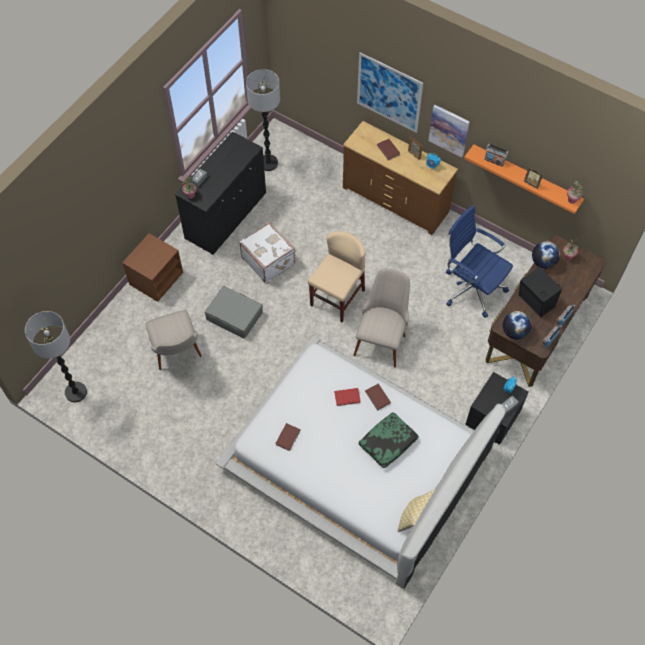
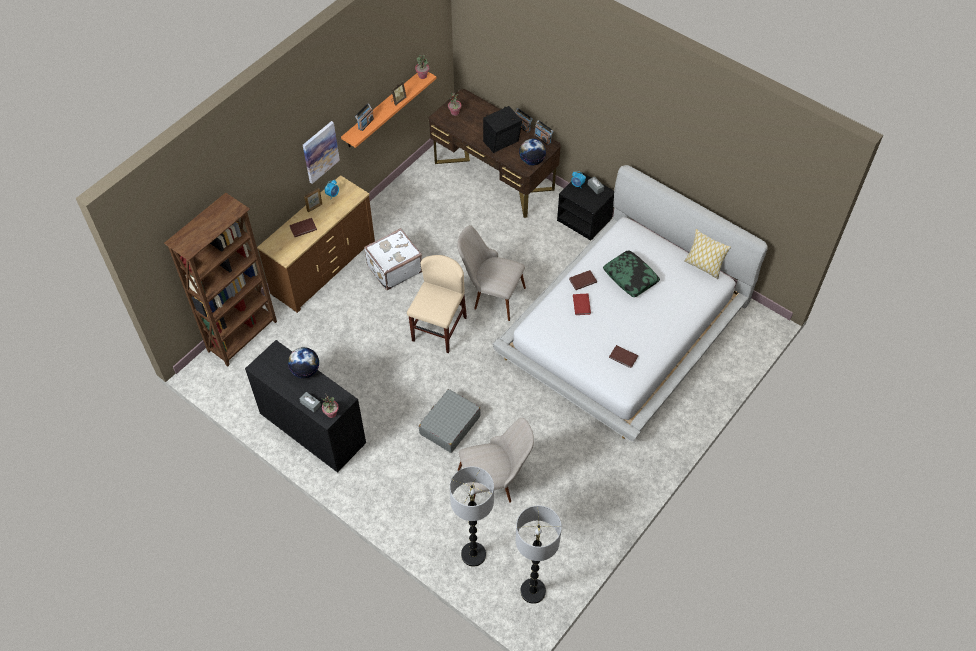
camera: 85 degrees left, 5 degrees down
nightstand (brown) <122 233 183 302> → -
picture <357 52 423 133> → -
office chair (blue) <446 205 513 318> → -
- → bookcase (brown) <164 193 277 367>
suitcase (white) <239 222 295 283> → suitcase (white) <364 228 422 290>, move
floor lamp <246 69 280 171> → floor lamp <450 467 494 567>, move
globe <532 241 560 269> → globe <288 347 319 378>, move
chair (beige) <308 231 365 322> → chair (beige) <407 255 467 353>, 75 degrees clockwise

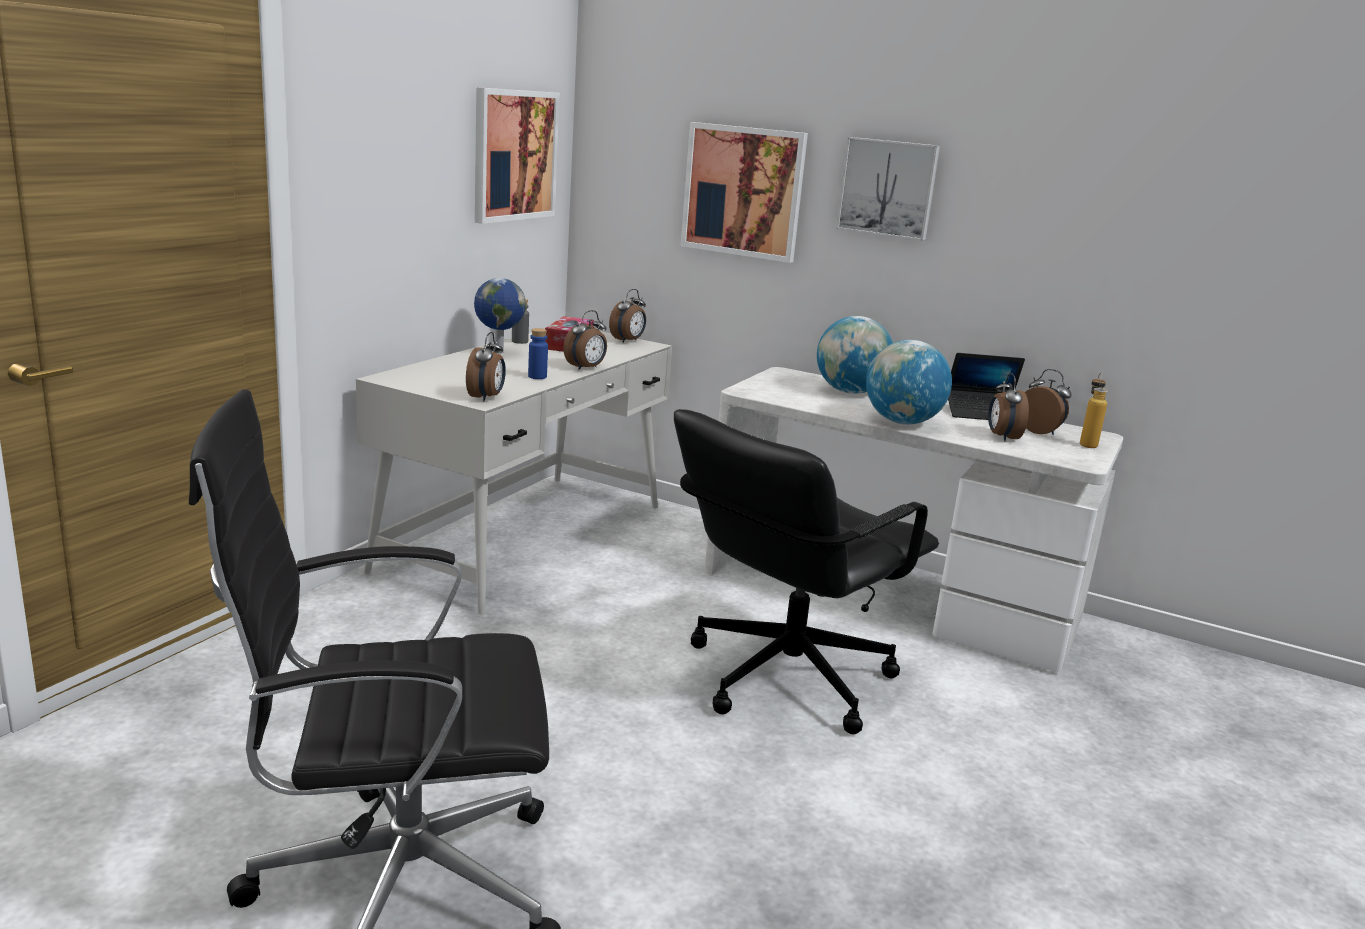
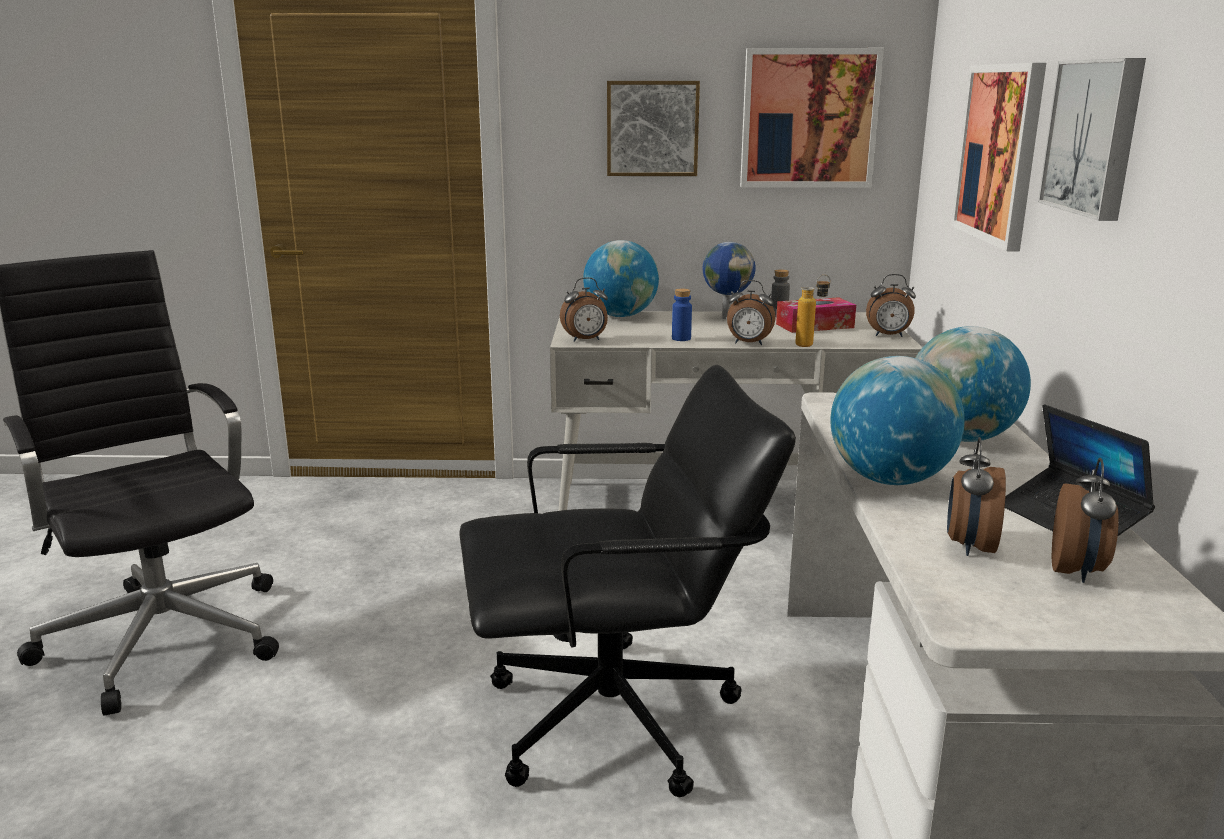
camera: 65 degrees right, 0 degrees up
- → globe <583 240 659 317>
- → picture <607 81 700 176>
bottle <1080 373 1108 448> → bottle <795 274 830 347>, move
office chair (black) <674 409 939 735> → office chair (black) <460 365 796 797>, 150 degrees clockwise
alarm clock <988 373 1029 441> → alarm clock <947 437 1006 556>, 45 degrees counterclockwise

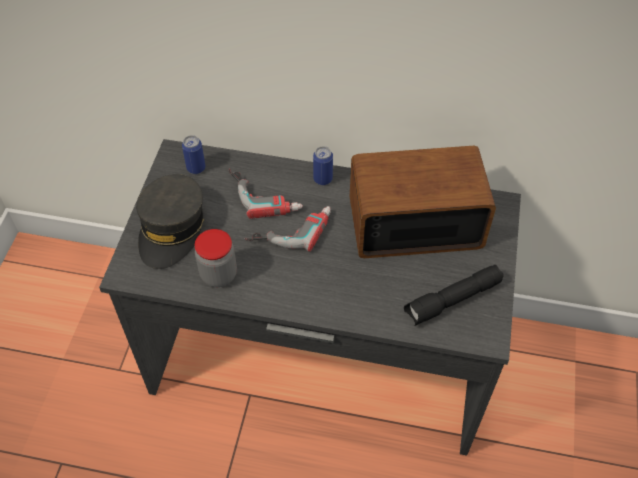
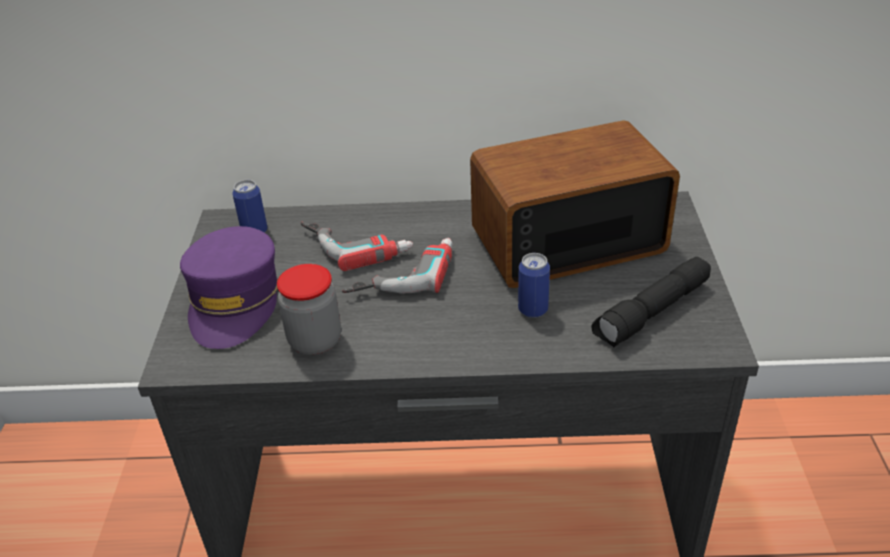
camera: 10 degrees left, 15 degrees down
can <313 146 333 185> → can <518 253 550 318>, move
cap (grey) <136 174 204 269> → cap (purple) <180 226 277 349>

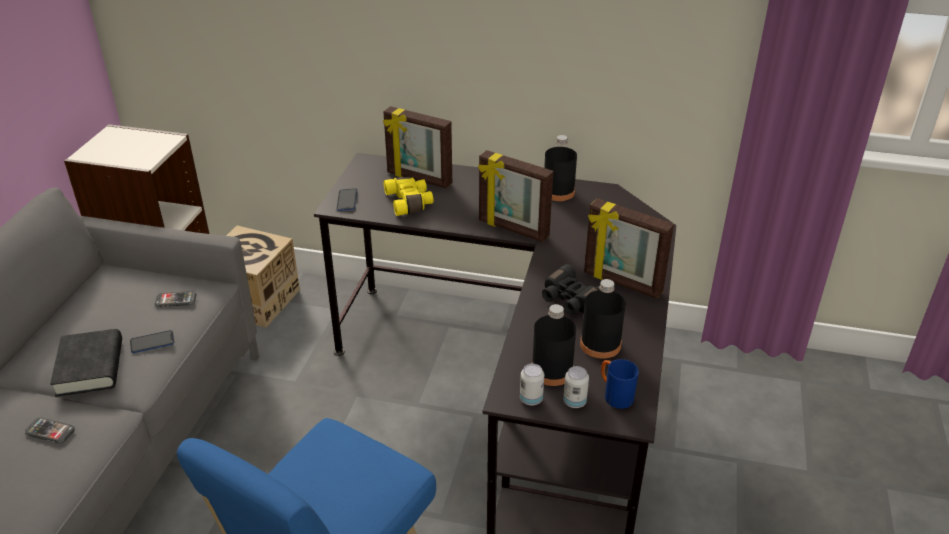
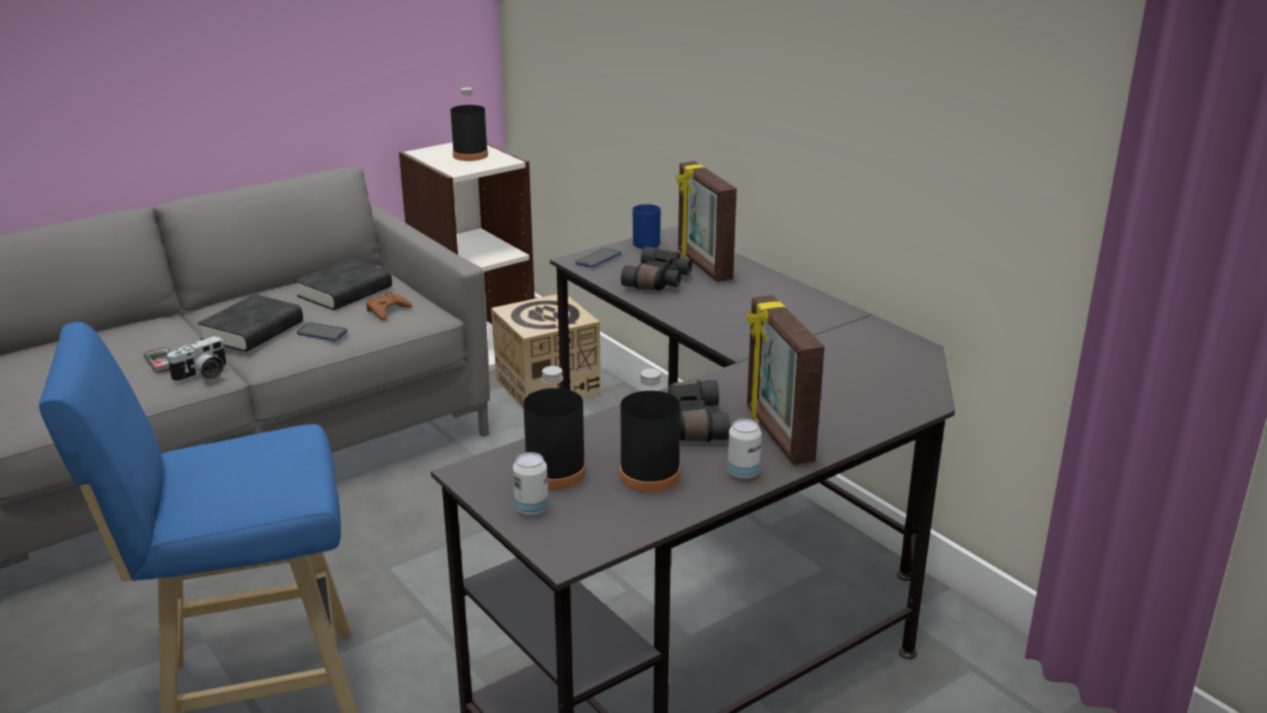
camera: 40 degrees right, 10 degrees down
picture frame <478 150 553 242> → -
- → photo camera <167 336 227 382>
- → book (black) <295 258 392 310>
can <520 364 544 405> → can <727 419 761 479>, move
bottle (black) <544 135 577 201> → bottle (black) <451 88 488 161>, move
mug (blue) <601 359 639 409> → mug (blue) <633 204 661 249>, move
phone <155 291 197 307> → game controller (brown) <366 292 412 320>
binoculars (yellow) <383 177 433 216> → binoculars (black) <621 247 692 290>

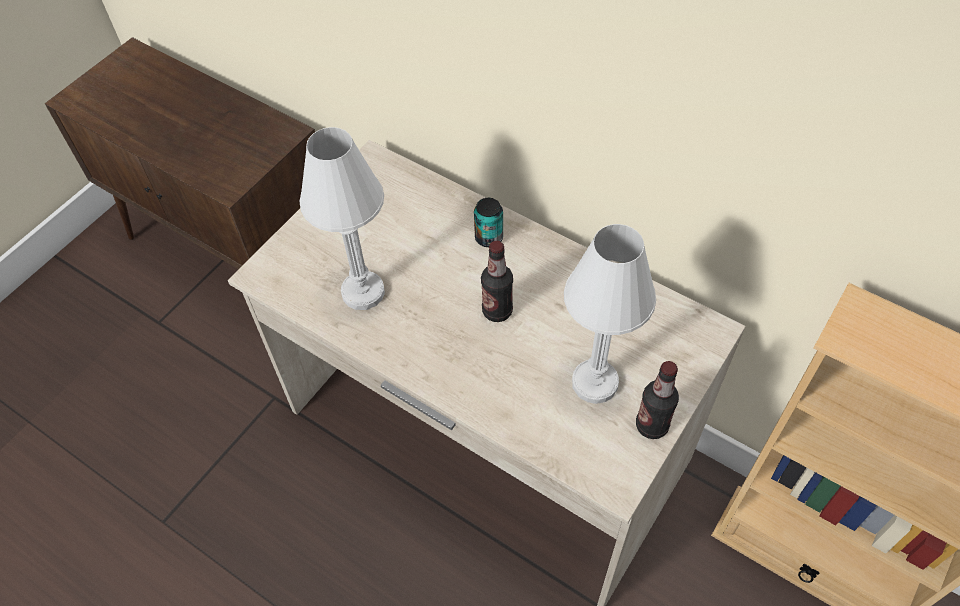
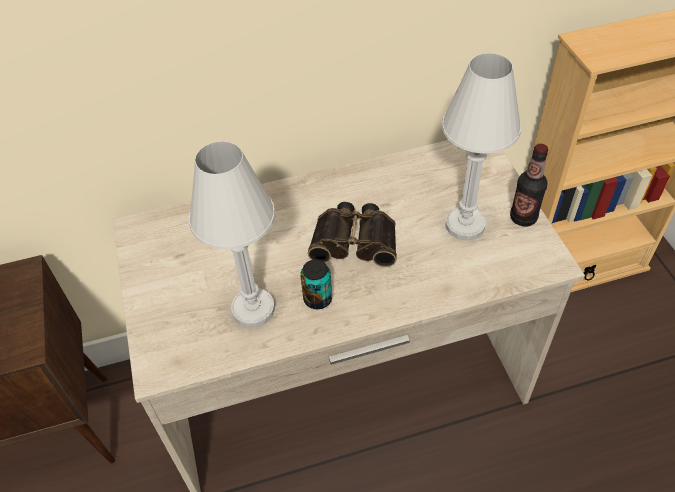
camera: 50 degrees left, 5 degrees down
can <474 198 503 247> → can <300 259 332 309>, move
bottle <481 241 513 322> → binoculars <308 202 397 267>

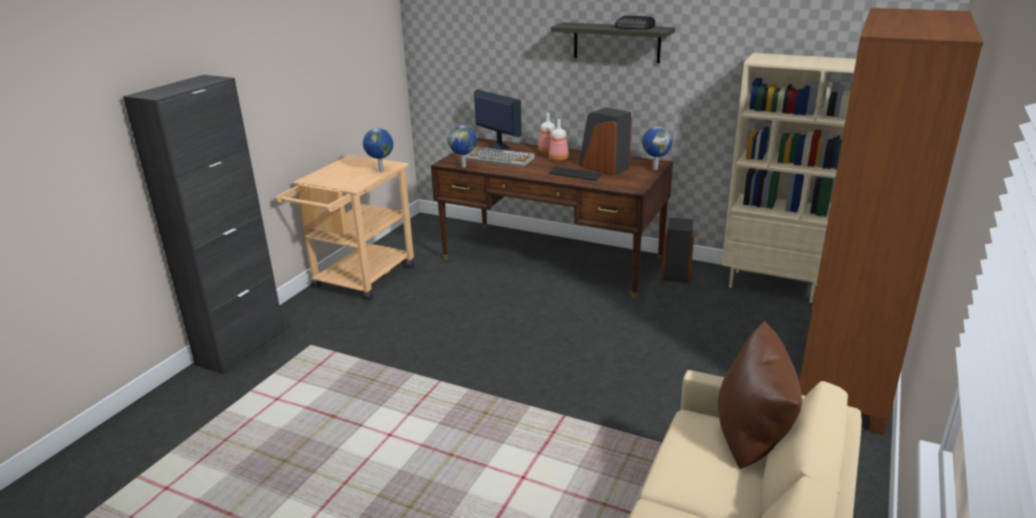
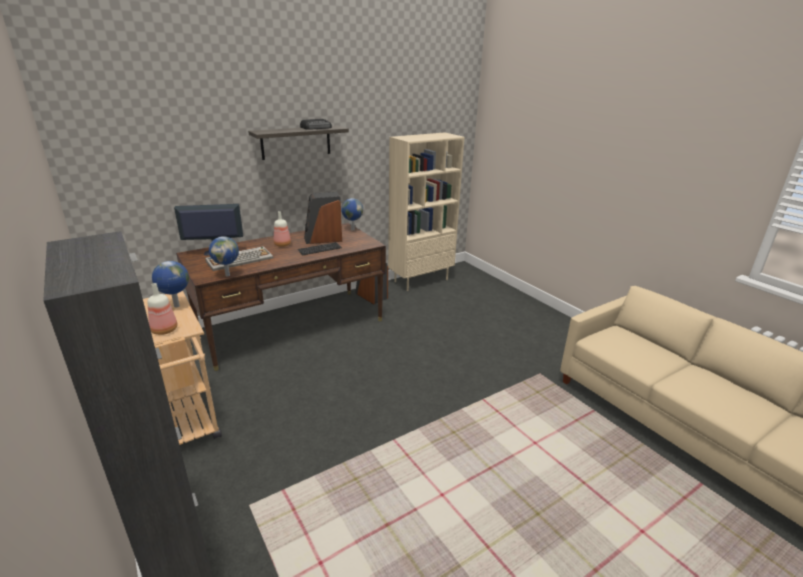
camera: 60 degrees left, 0 degrees up
pillow (brown) <718 320 802 469> → -
bookcase (brown) <799 8 983 435> → -
bottle <538 112 555 154> → bottle <147 283 177 335>, move

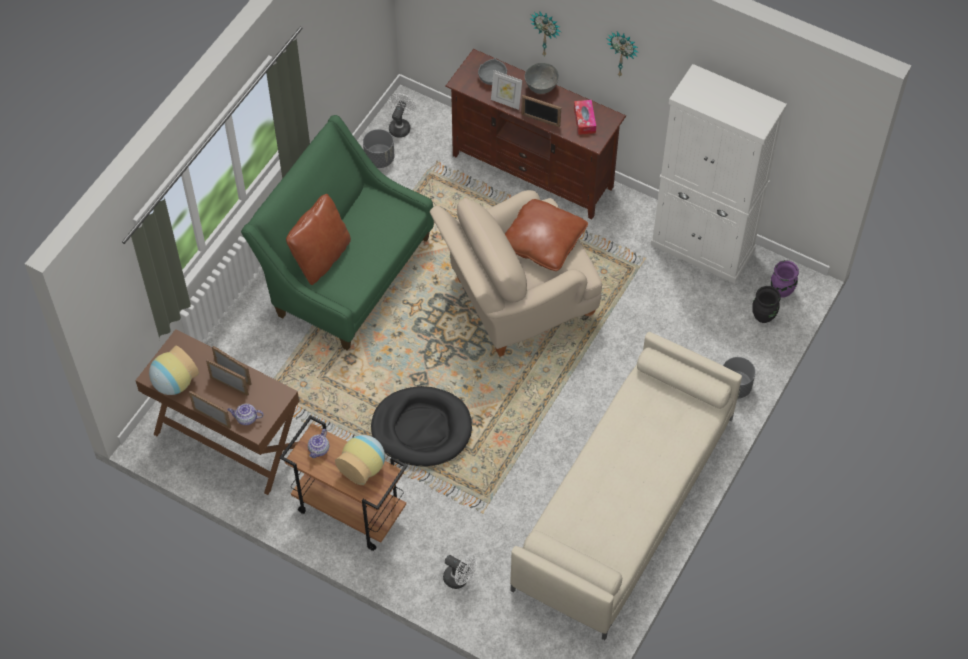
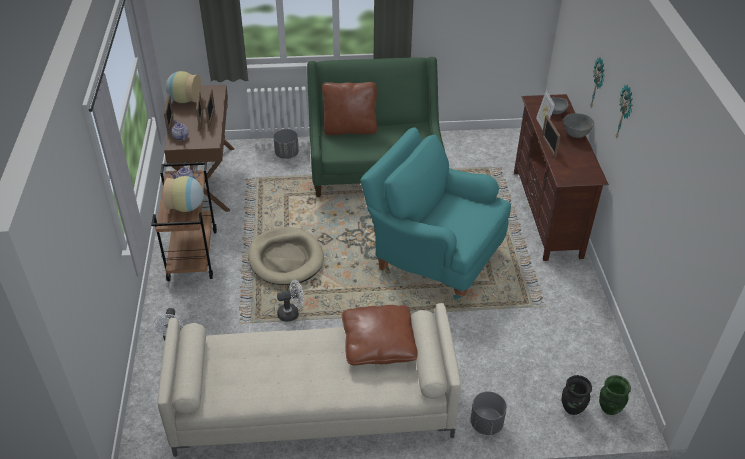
camera: 55 degrees right, 15 degrees down
tissue box <574 100 596 135> → -
cabinet (white) <650 64 787 284> → -
planter (grey) <363 129 395 168> → planter (grey) <274 129 299 159>, move
fan (white) <389 93 416 138> → fan (white) <277 280 304 322>, move
pillow (brown) <505 199 588 271> → pillow (brown) <342 305 418 365>, move
dog bed (black) <371 386 472 467> → dog bed (beige) <248 227 324 285>
armchair (beige) <430 190 602 357> → armchair (turquoise) <360 127 511 299>
vase (purple) <771 260 799 298> → vase (green) <599 375 631 415>

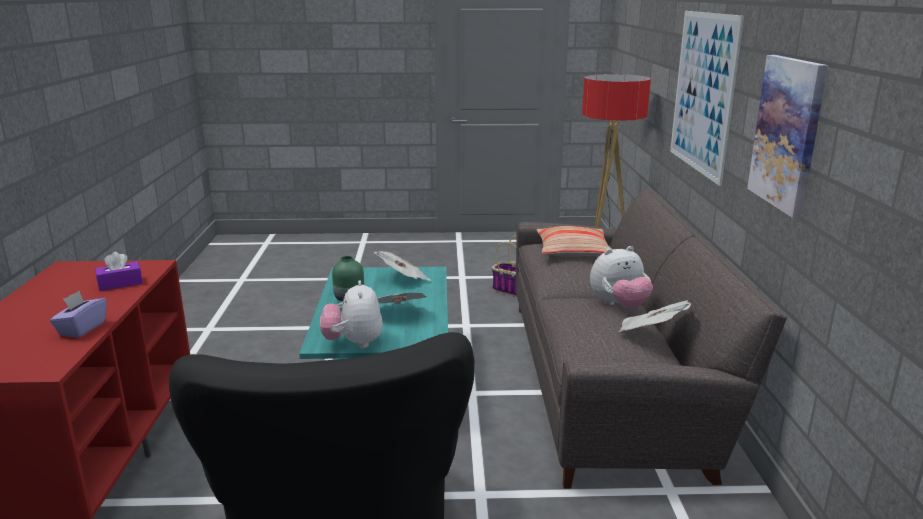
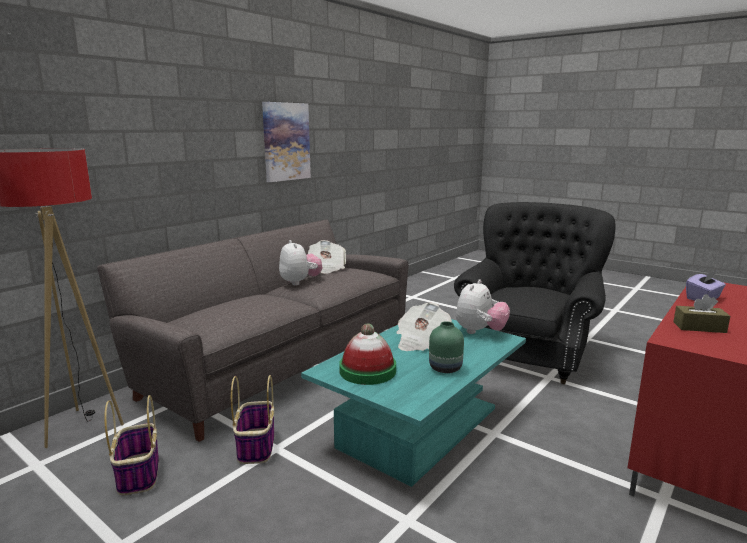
camera: 140 degrees left, 5 degrees down
pillow <537 226 613 257> → -
picture <670 11 744 186> → -
- → basket <231 375 274 464>
newspaper <374 251 431 281> → hat <339 323 396 385>
tissue box (purple) <95 252 143 291> → tissue box (brown) <673 294 730 333>
plush toy <590 246 653 309> → plush toy <279 240 322 285>, 45 degrees clockwise

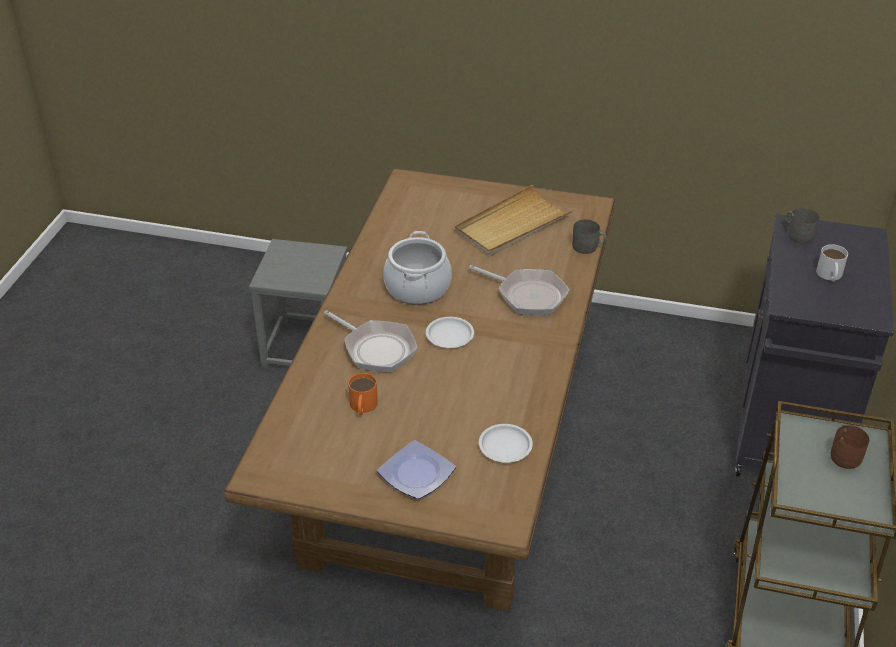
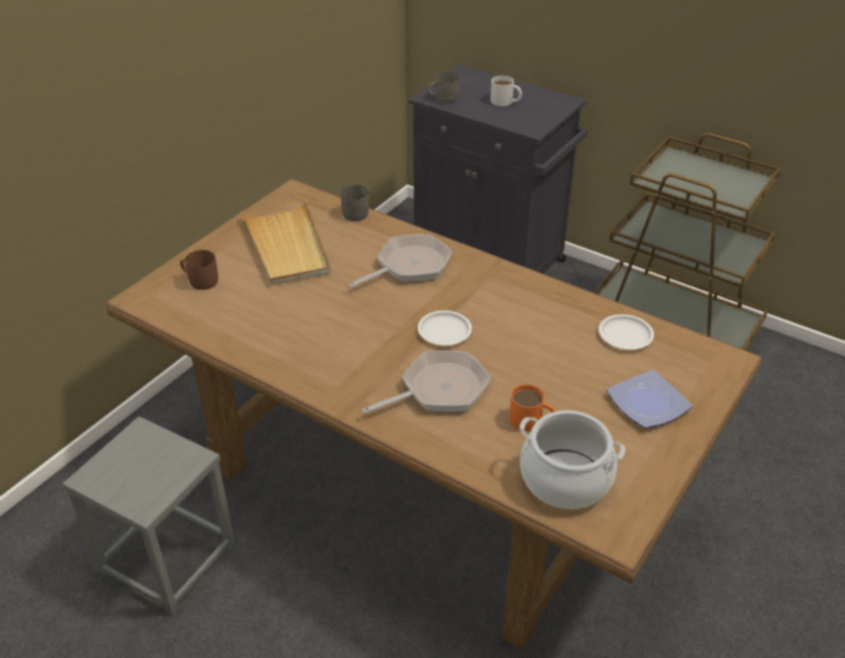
camera: 70 degrees left, 0 degrees up
cooking pot <383 231 452 305> → cooking pot <520 410 626 509>, move
mug (brown) <831 425 869 469> → mug (brown) <180 250 218 290>, move

